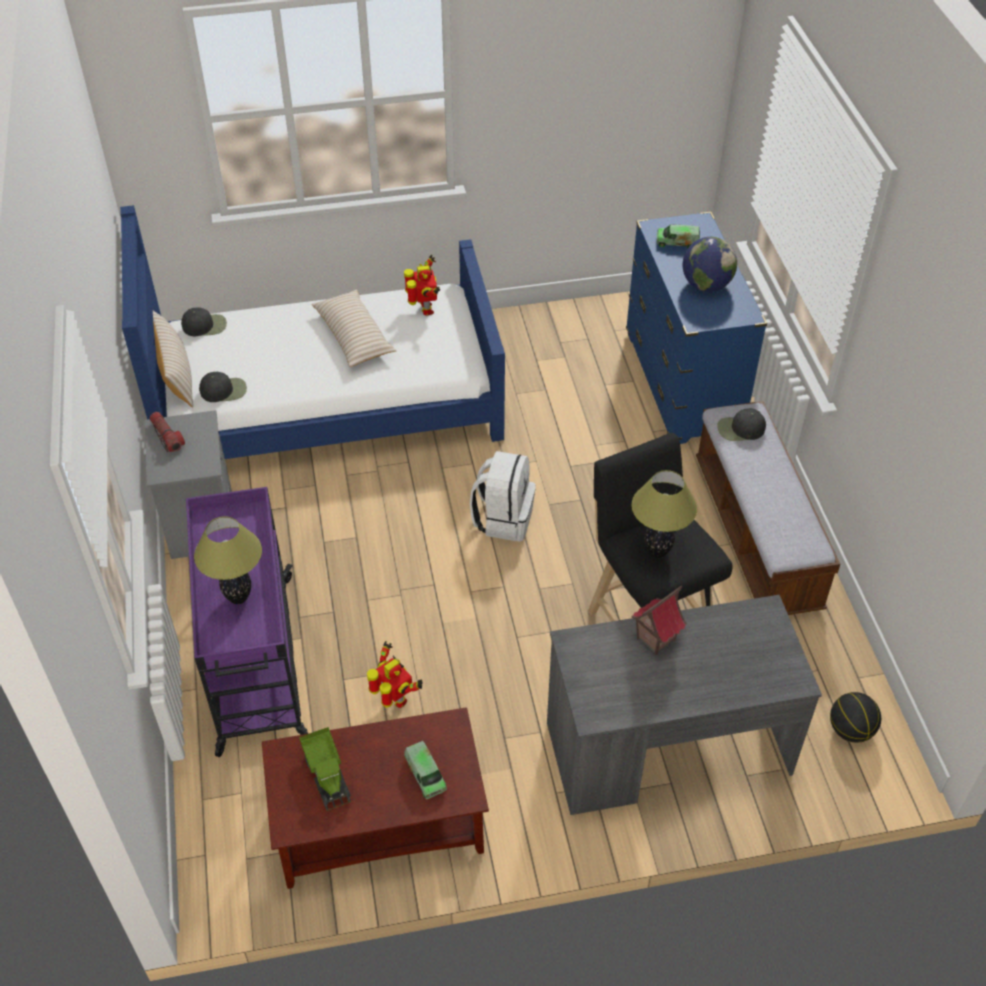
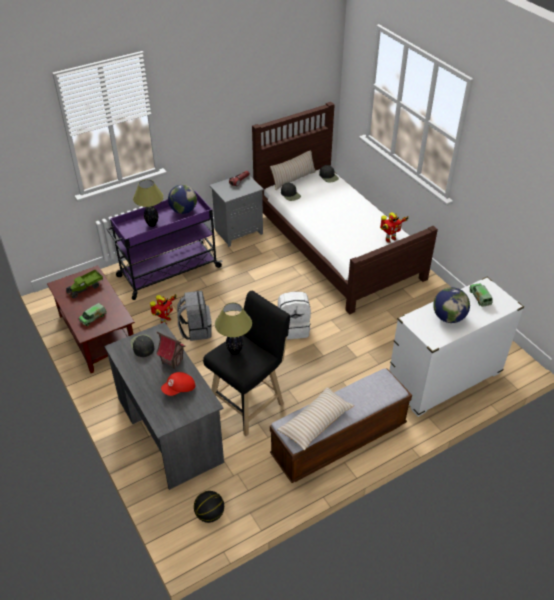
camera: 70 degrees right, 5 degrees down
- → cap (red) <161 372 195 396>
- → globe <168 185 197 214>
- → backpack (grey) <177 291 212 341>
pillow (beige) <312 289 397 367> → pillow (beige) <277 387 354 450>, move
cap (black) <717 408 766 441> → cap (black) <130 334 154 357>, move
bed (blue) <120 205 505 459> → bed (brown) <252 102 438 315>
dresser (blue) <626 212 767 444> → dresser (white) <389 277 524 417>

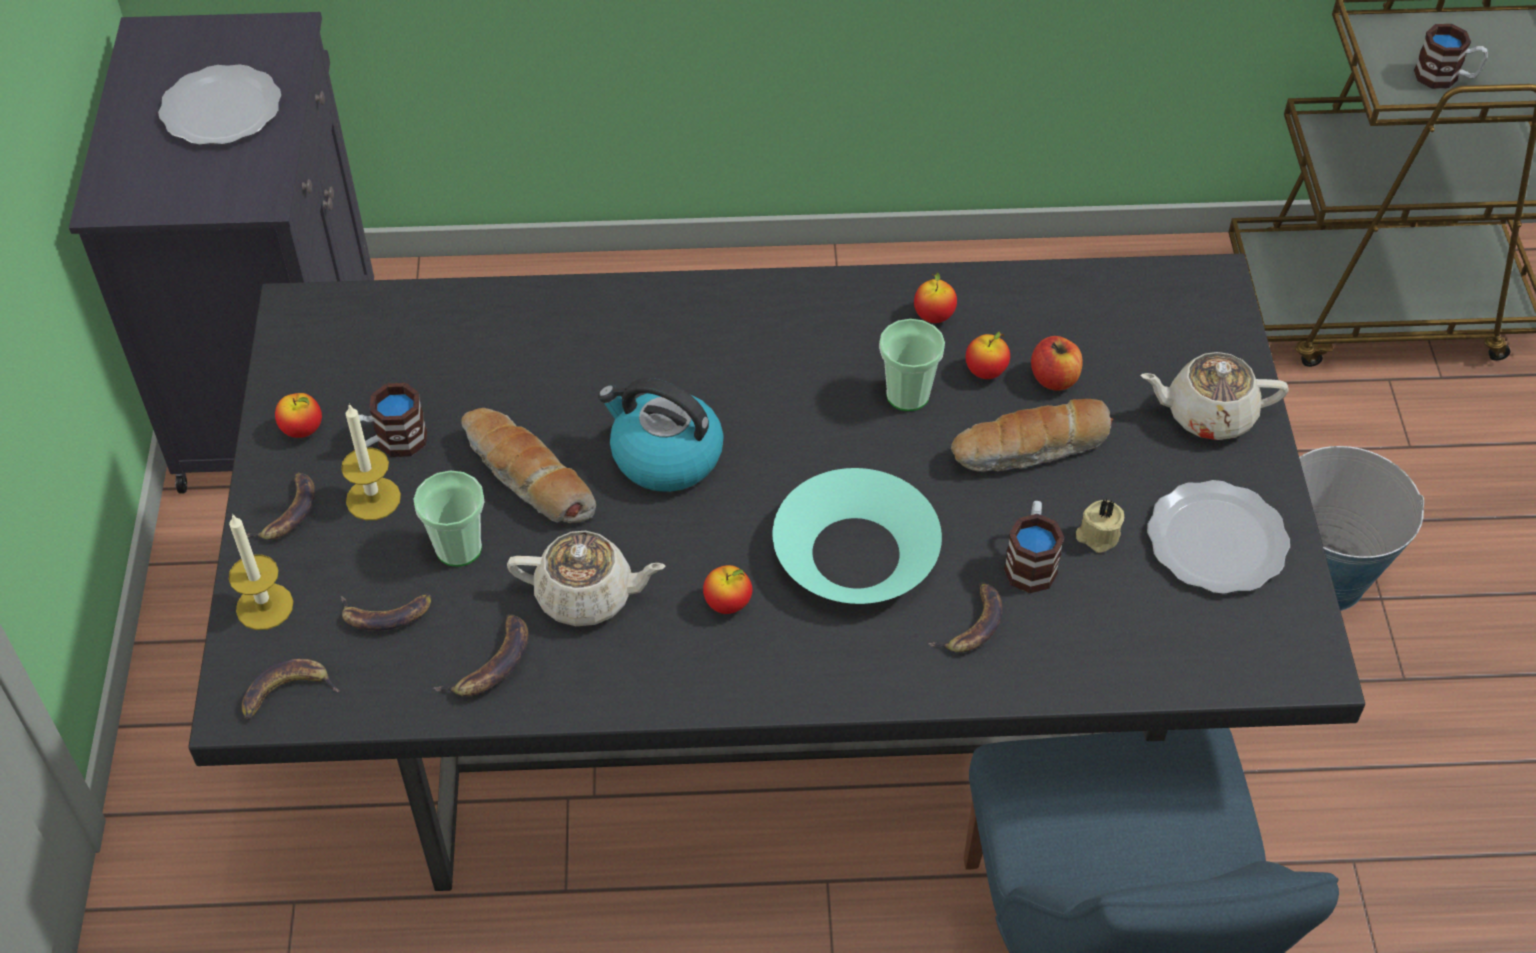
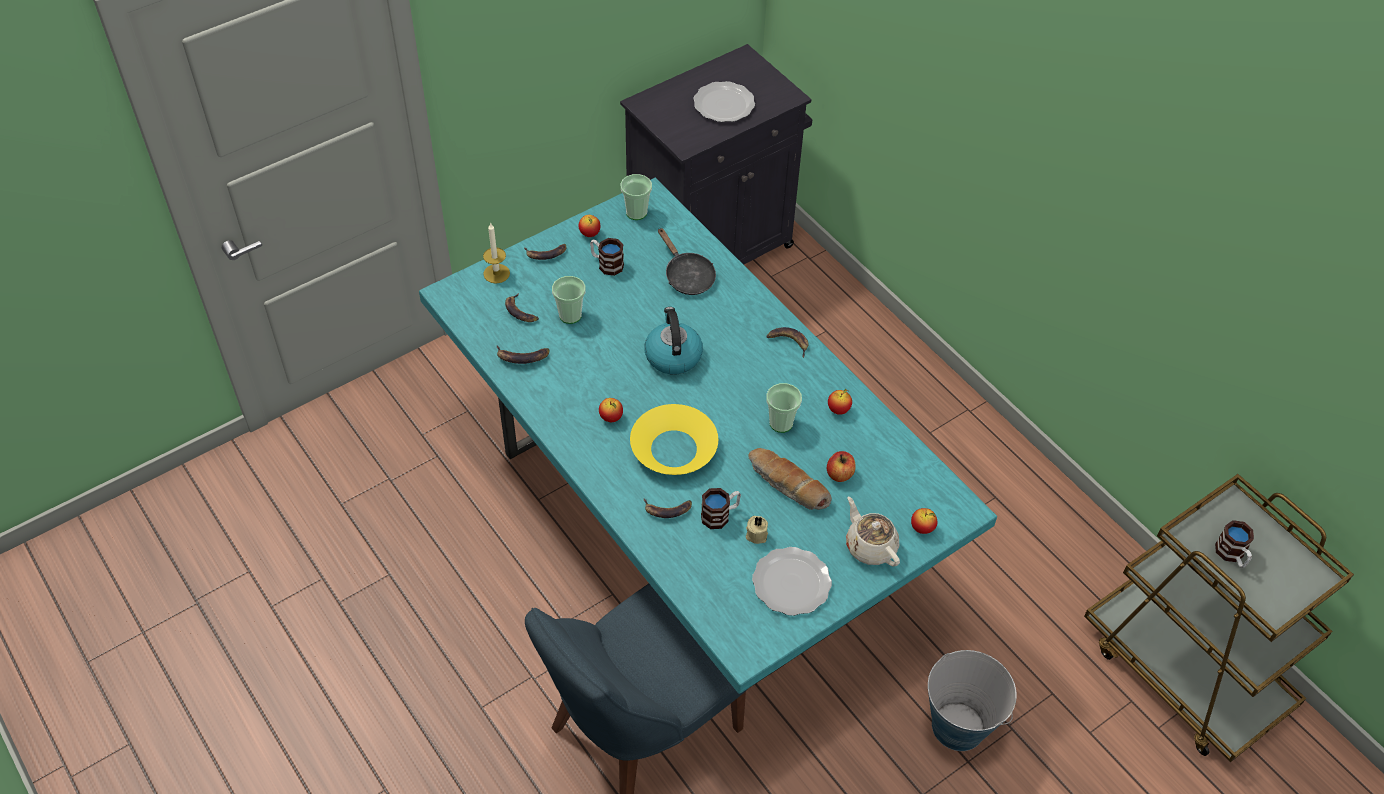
camera: 55 degrees right, 0 degrees up
candle <341 403 401 520> → -
bread <461 408 596 523> → -
teapot (beige) <507 531 666 626> → -
- → cup <621 174 652 220>
- → frying pan (black) <658 228 716 295>
banana <242 659 340 720> → banana <767 327 809 358>, move
apple <966 332 1010 379> → apple <911 508 937 534>, move
dining table (black) <188 254 1365 891> → dining table (turquoise) <419 178 997 694>
bowl (turquoise) <773 468 942 604> → bowl (yellow) <630 404 718 475>

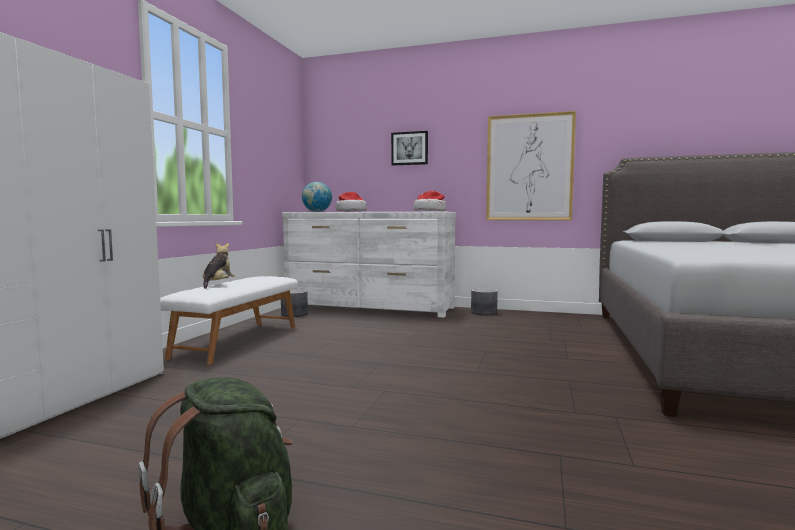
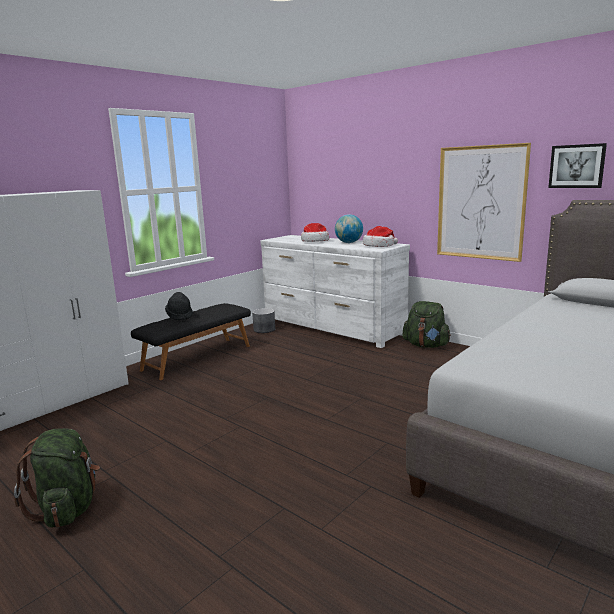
camera: 25 degrees right, 10 degrees up
globe <302 182 332 212> → globe <335 214 363 243>, move
picture <391 131 428 166> → picture <548 143 607 188>, move
plush toy <203 243 235 289> → hat (black) <165 292 193 320>
planter (grey) <471 288 498 315> → backpack (green) <403 301 451 348>
bench (white) <160 276 298 365> → bench (black) <131 303 251 380>

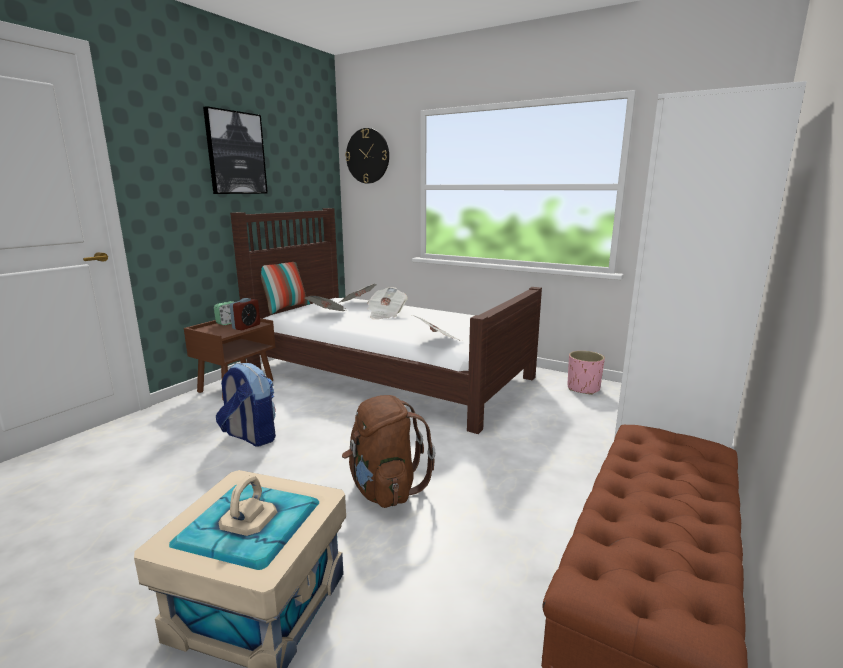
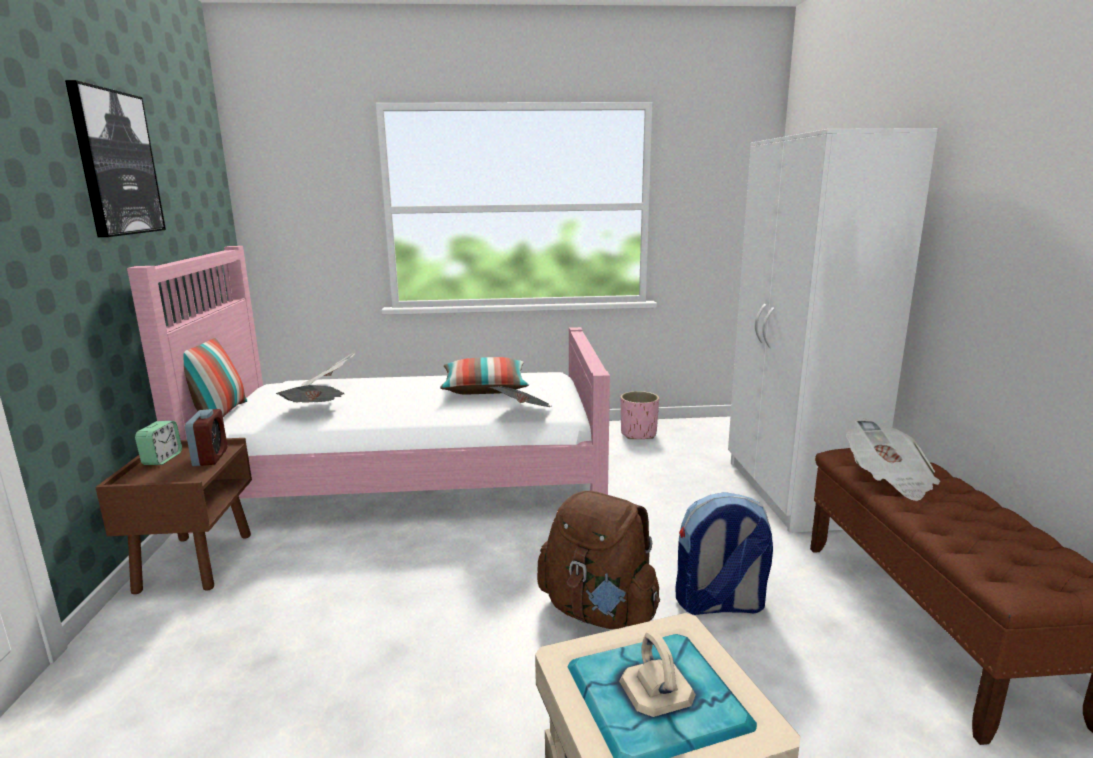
camera: 35 degrees left, 0 degrees up
wall clock <345 128 389 184> → -
- → pillow <440 357 529 394>
backpack <216 363 276 446> → backpack <675 492 773 615>, move
newspaper <368 287 408 320> → newspaper <846 419 940 501>, move
bed (brown) <230 208 542 434> → bed (pink) <127 246 610 534>

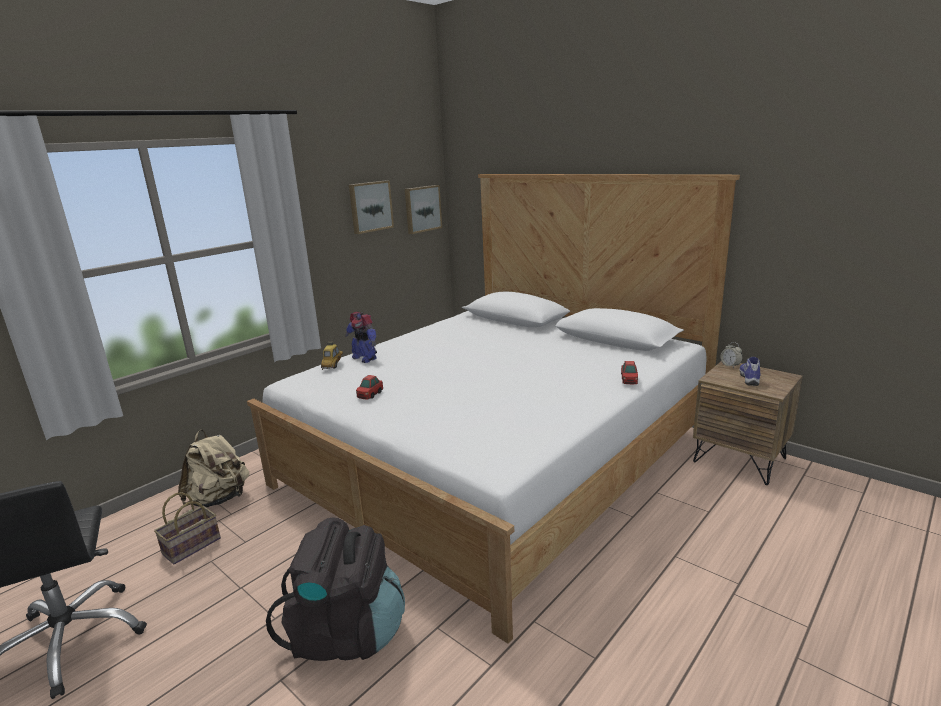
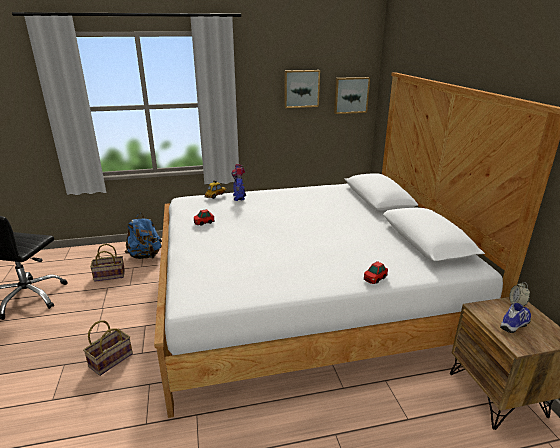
camera: 35 degrees right, 5 degrees up
backpack (black) <266 517 405 661> → basket <83 320 133 376>
backpack (beige) <178 430 249 507> → backpack (blue) <125 213 162 259>

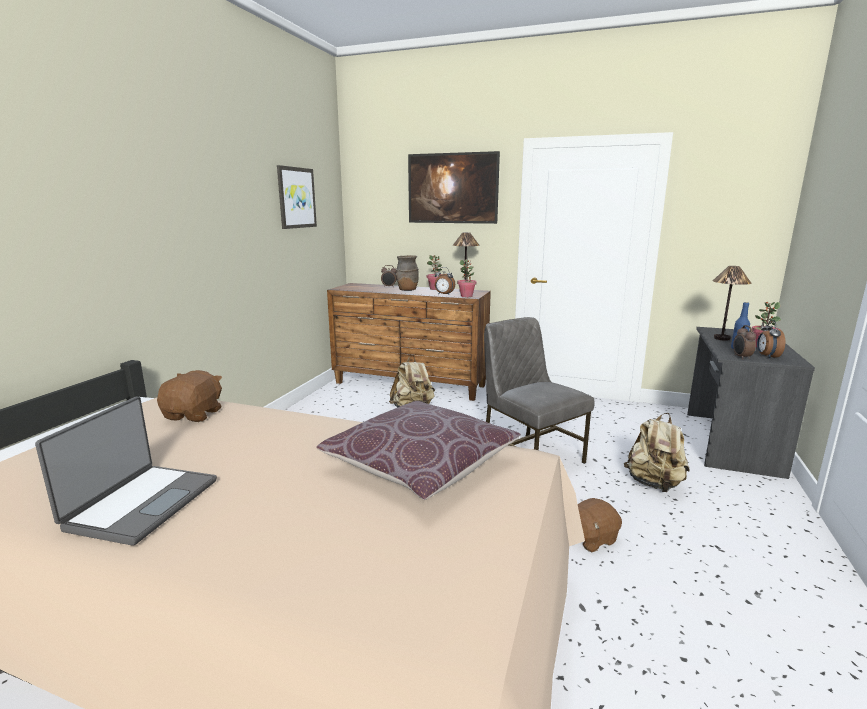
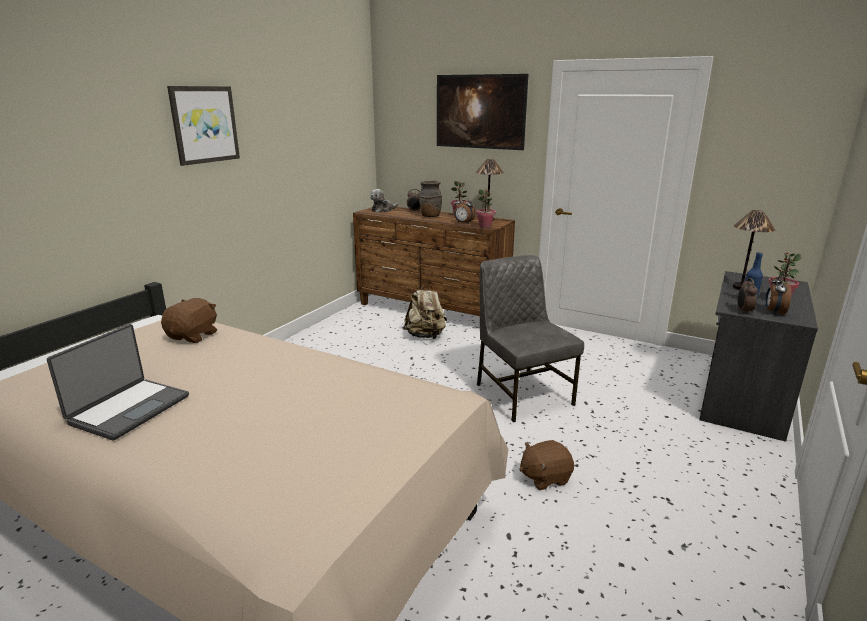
camera: 10 degrees right, 5 degrees up
pillow (brown) <316 401 521 500> → -
backpack (beige) <624 413 690 492> → -
- → plush toy <370 189 398 213>
picture <277 165 317 229> → picture <167 86 240 166>, move

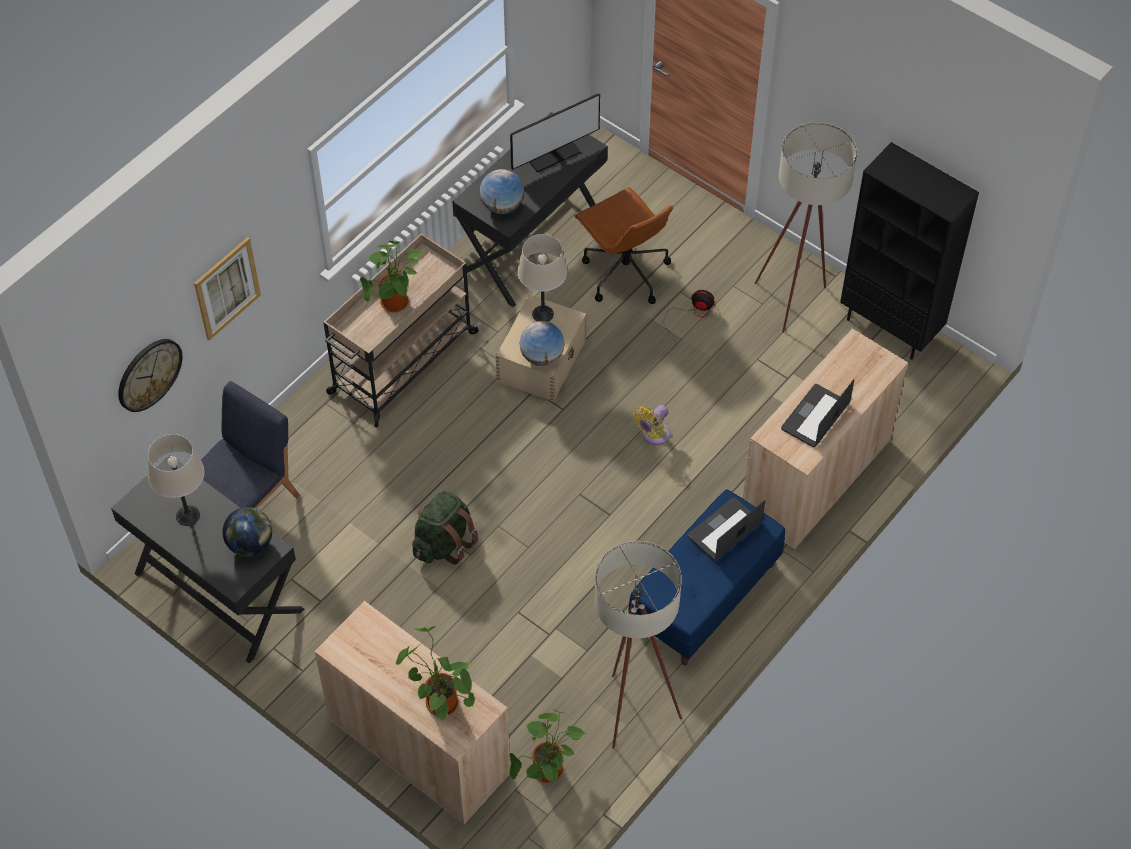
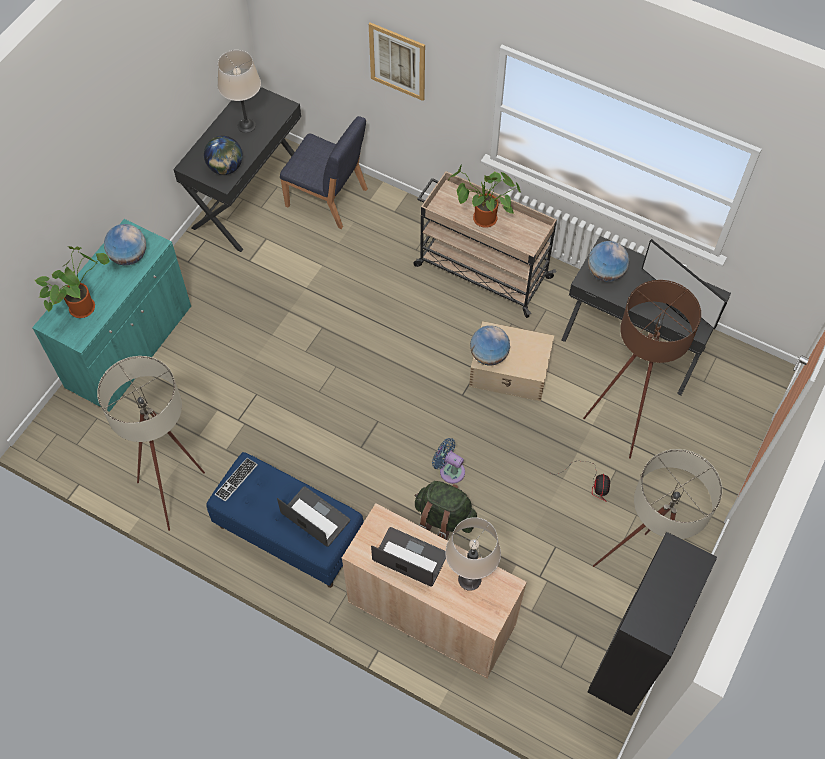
camera: 80 degrees right, 5 degrees up
wall clock <118 339 183 412> → -
potted plant <510 710 586 783> → -
- → globe <104 224 146 265>
- → keyboard <215 458 258 502>
backpack (green) <412 491 478 565> → backpack (green) <415 481 477 540>, move
table lamp (beige) <517 234 567 322> → table lamp (beige) <445 517 501 591>, move
office chair (brown) <574 187 673 304> → floor lamp (brown) <583 280 701 459>
cabinet (beige) <314 601 510 824> → cabinet (turquoise) <32 219 191 412>
fan (yellow) <634 405 671 445> → fan (blue) <432 438 465 484>

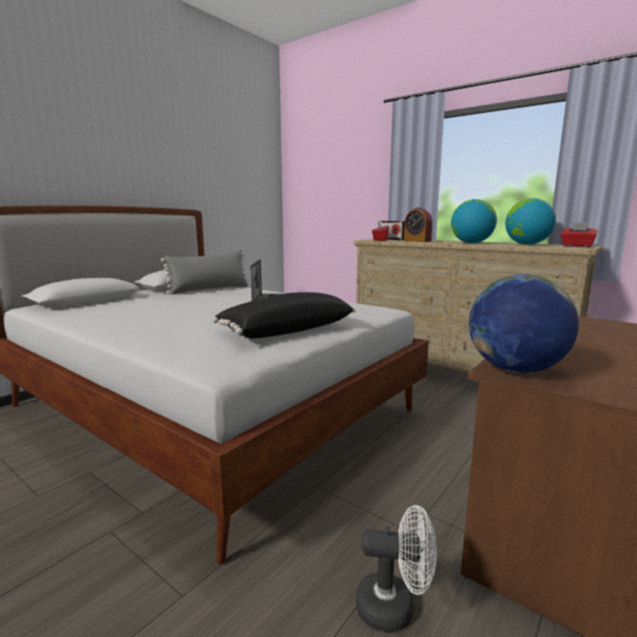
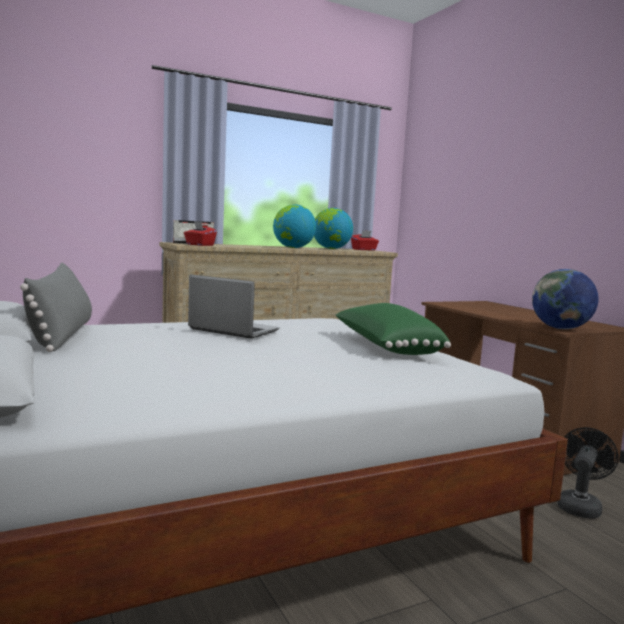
camera: 65 degrees left, 5 degrees down
alarm clock <404 207 432 242> → -
pillow (black) <212 292 355 339> → pillow (green) <336 303 451 355>
fan (white) <356 505 437 632> → fan (black) <557 427 619 519>

